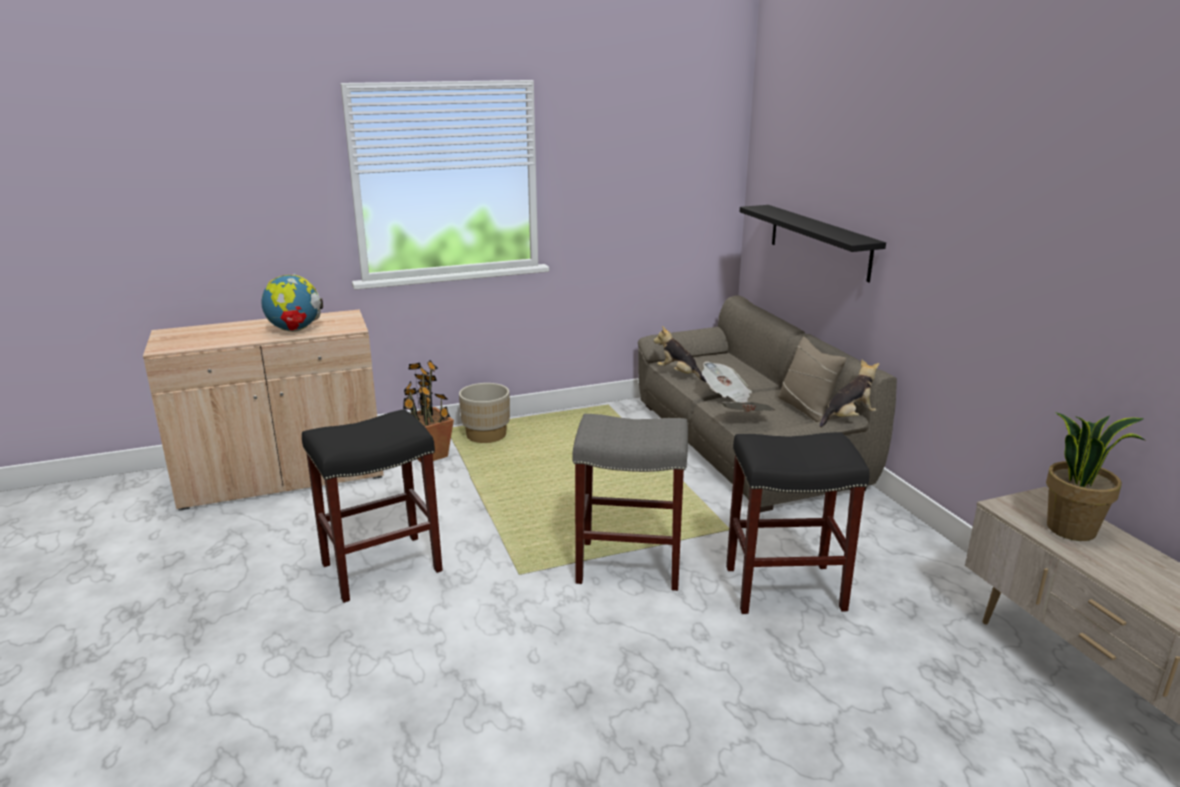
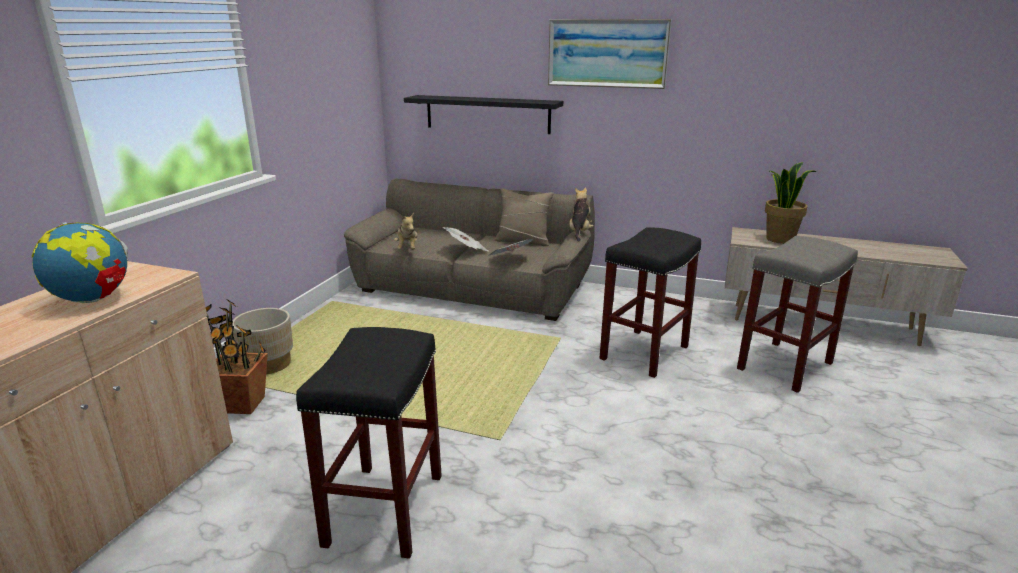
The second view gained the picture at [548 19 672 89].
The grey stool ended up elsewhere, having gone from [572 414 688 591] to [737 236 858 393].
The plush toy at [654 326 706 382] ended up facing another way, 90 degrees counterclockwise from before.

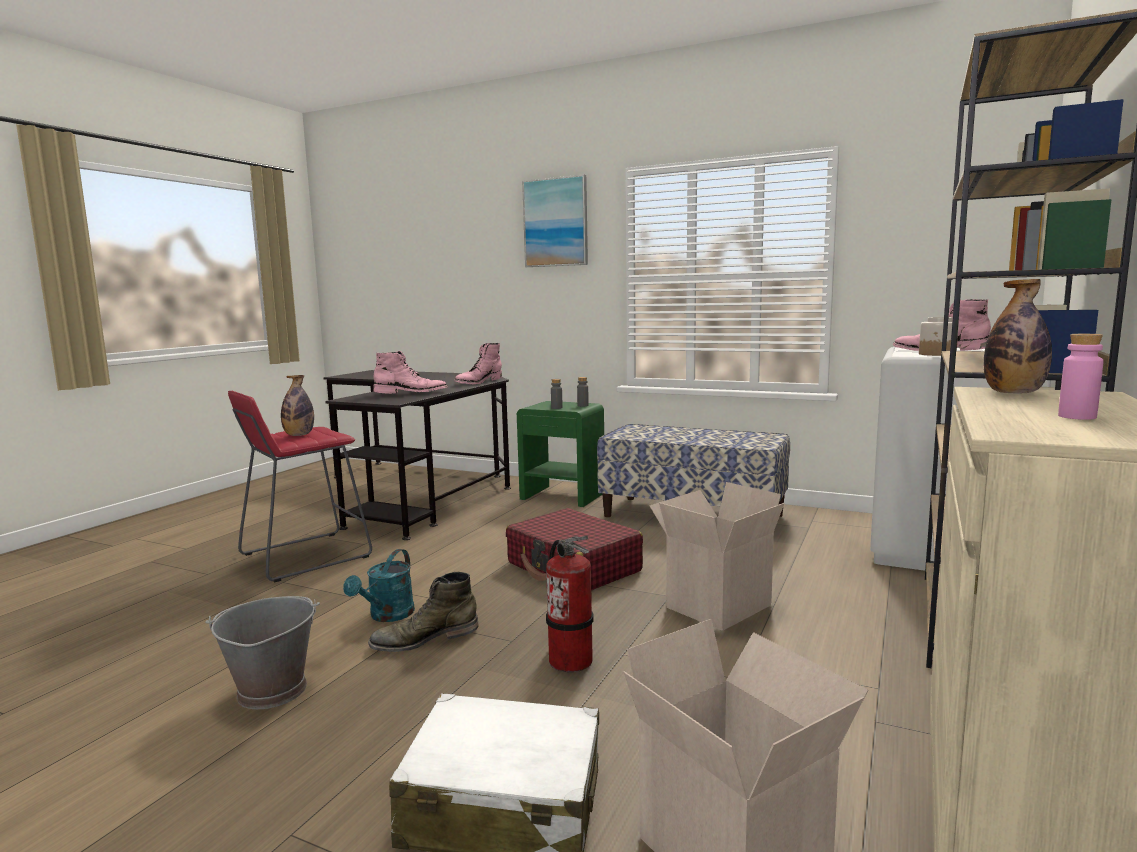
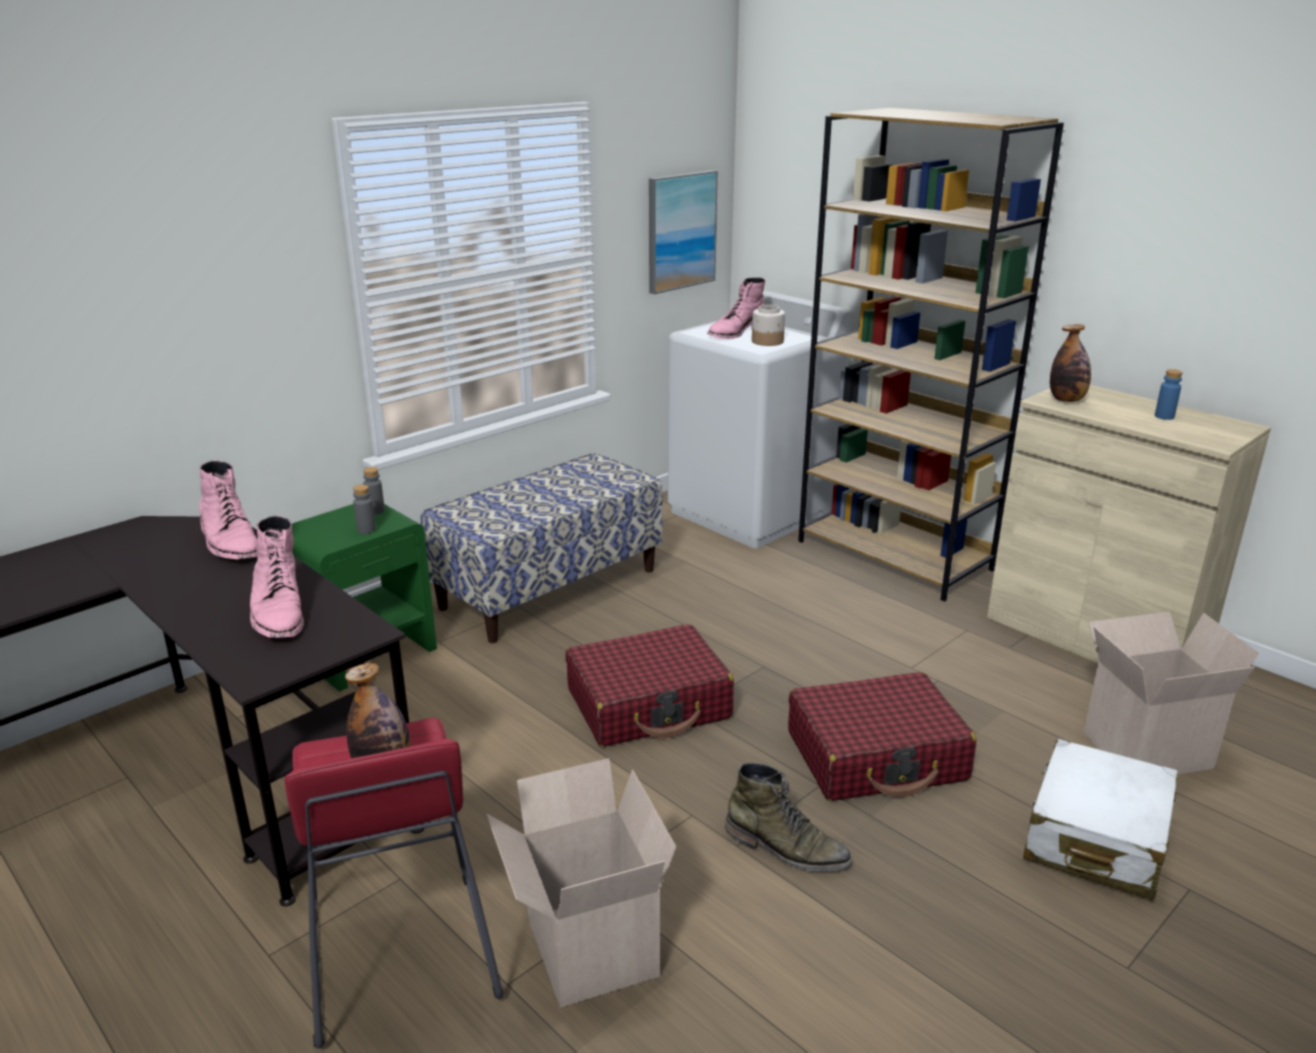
The second view lost the grey bucket at [205 596 320 709].
The second view lost the turquoise watering can at [343 549 415 622].
The picture ended up elsewhere, having gone from [522 175 588 267] to [649 170 718 294].
The cardboard box ended up elsewhere, having gone from [650 482 785 631] to [486 758 676 1008].
Where the fire extinguisher stood at [546 536 594 672], the red suitcase came to stand at [788 672 977 801].
What was the pink bottle at [1058 334 1104 420] turned into the blue bottle at [1155 369 1183 420].
The green boot at [368 572 478 652] ended up facing another way, 60 degrees counterclockwise from before.
The pink boot at [373 351 448 394] ended up facing another way, 150 degrees clockwise from before.

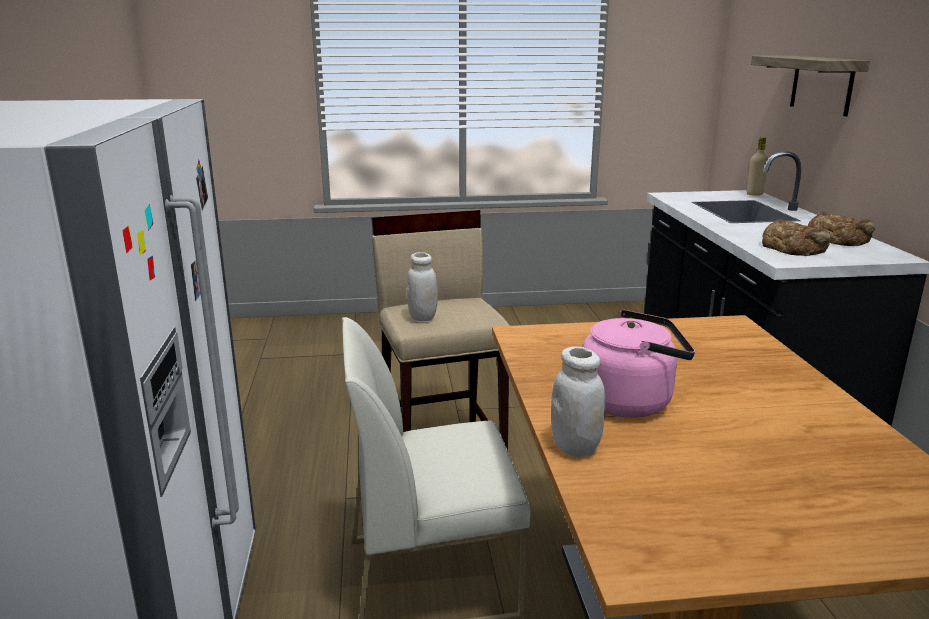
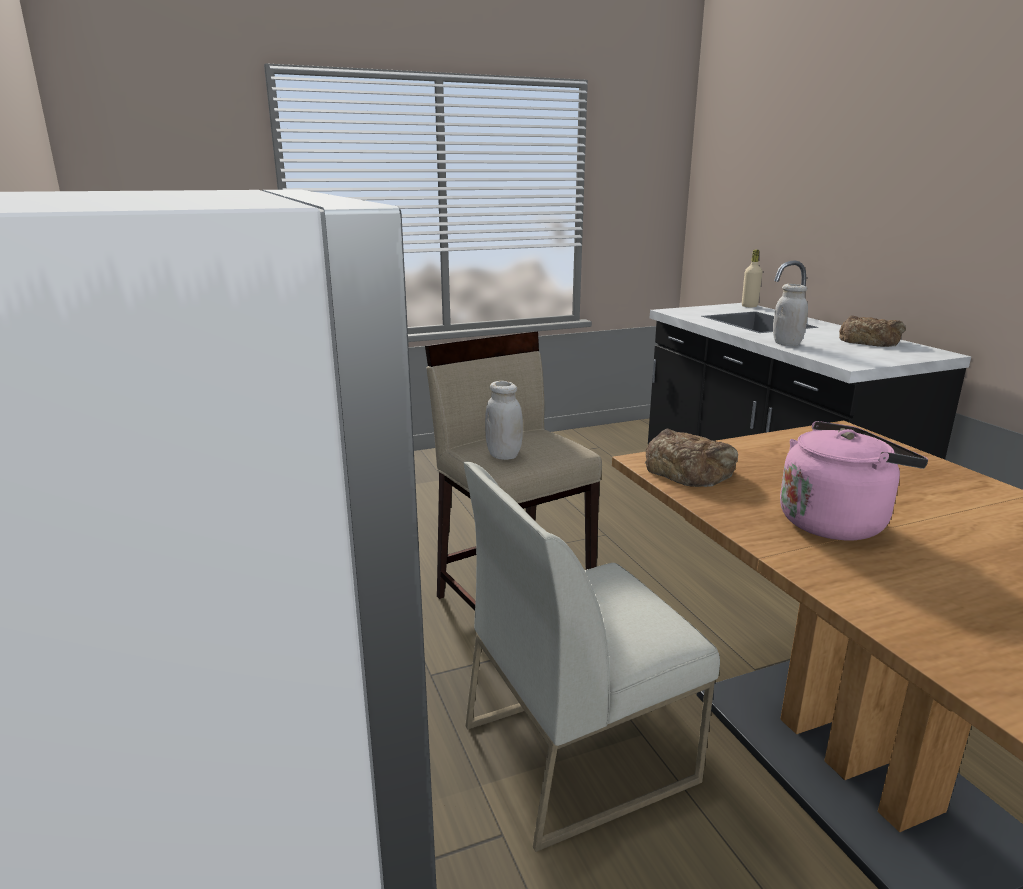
The second view lost the shelf at [751 55 870 116].
The white jar ended up elsewhere, having gone from [551 346 605 457] to [773 284 808 346].
The bread ended up elsewhere, having gone from [762 219 831 256] to [645 428 738 487].

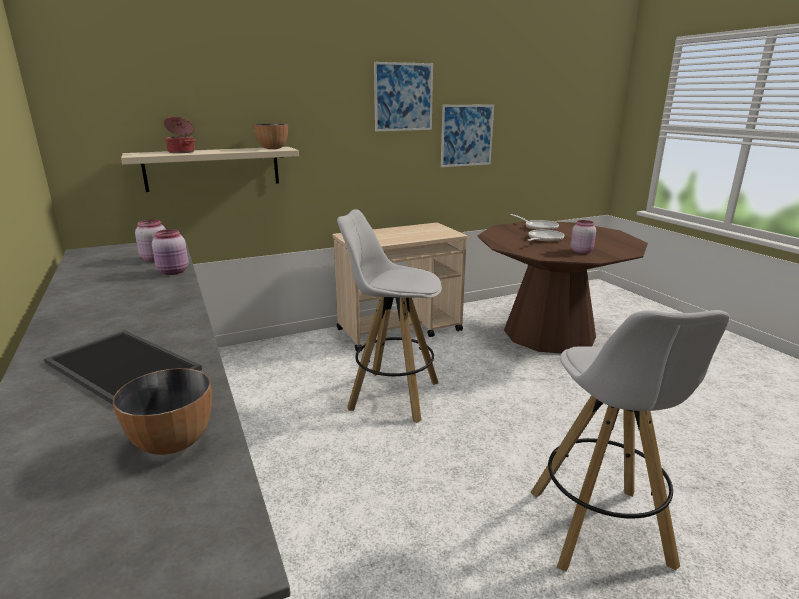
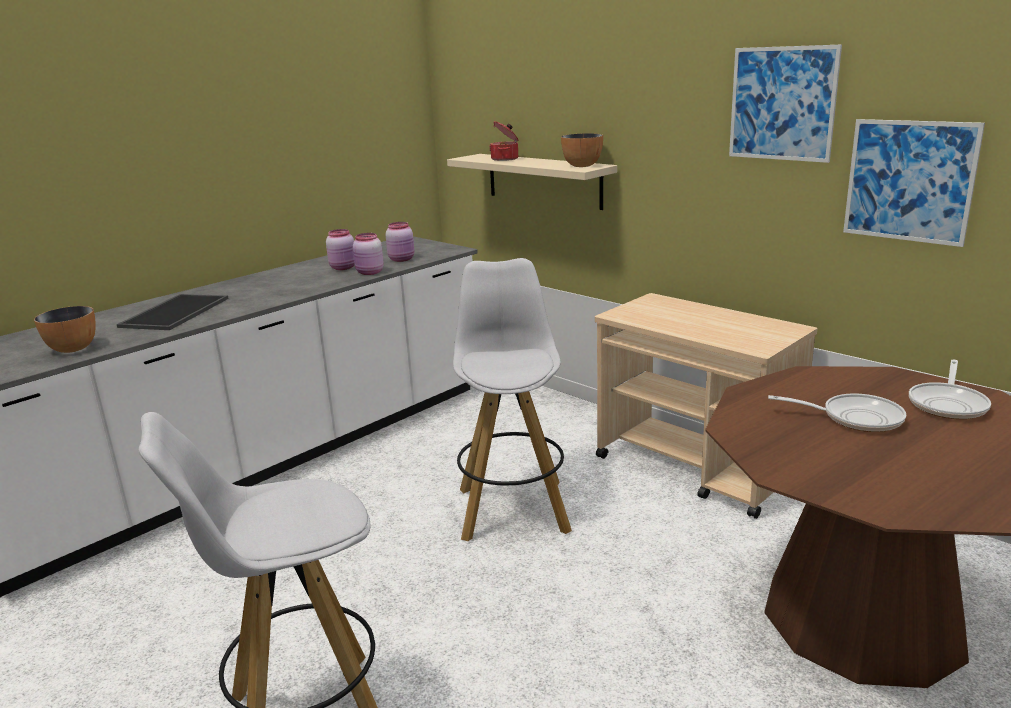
The pink jar ended up elsewhere, having gone from [571 220 596 253] to [326 229 355 270].

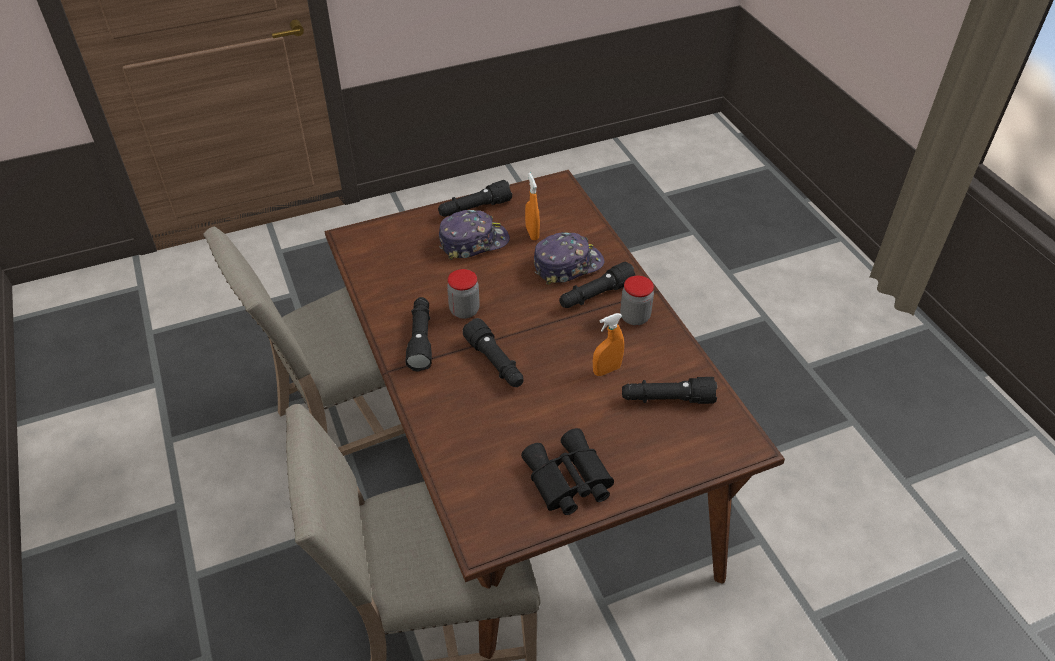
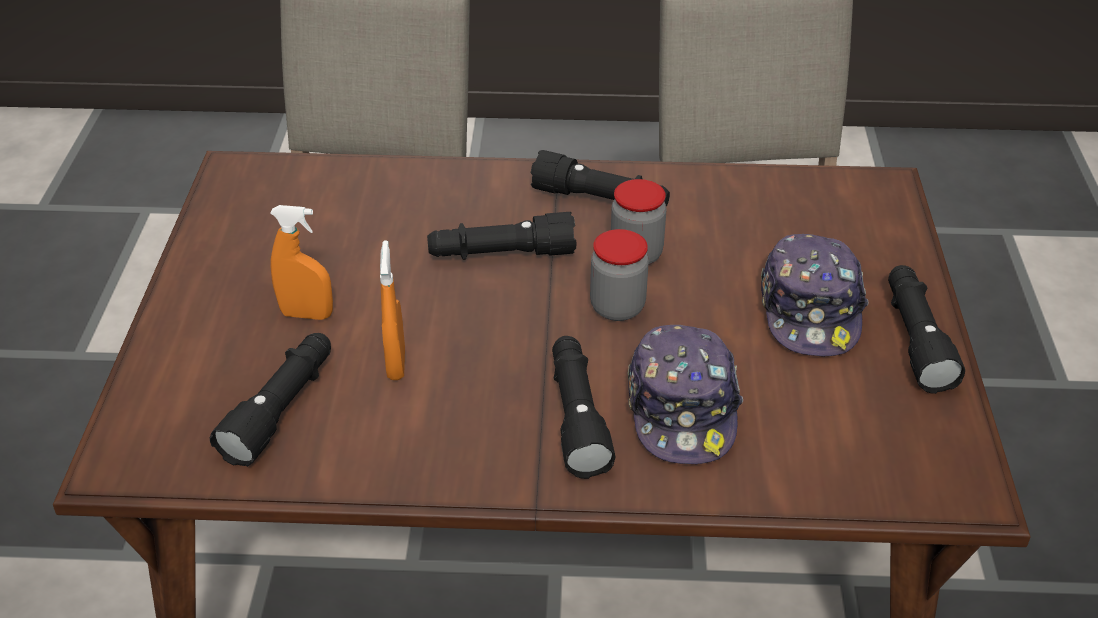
The second view lost the black binoculars at [521 428 614 515].
The orange spray bottle ended up elsewhere, having gone from [525 173 540 240] to [270 205 333 320].
The jar ended up elsewhere, having gone from [620 276 654 325] to [590 229 649 321].

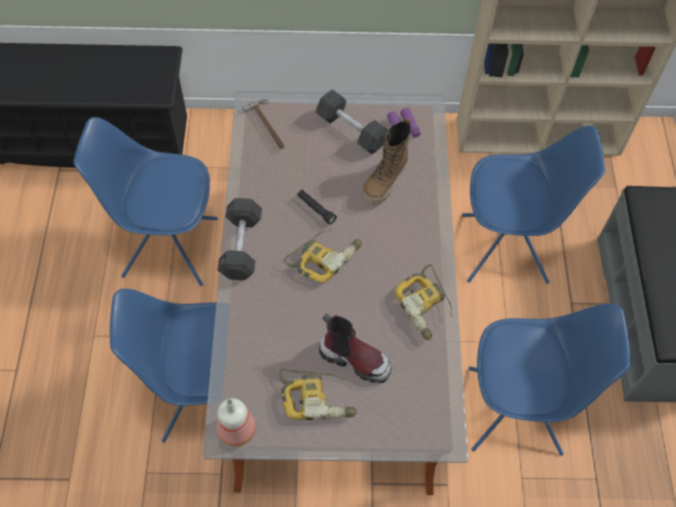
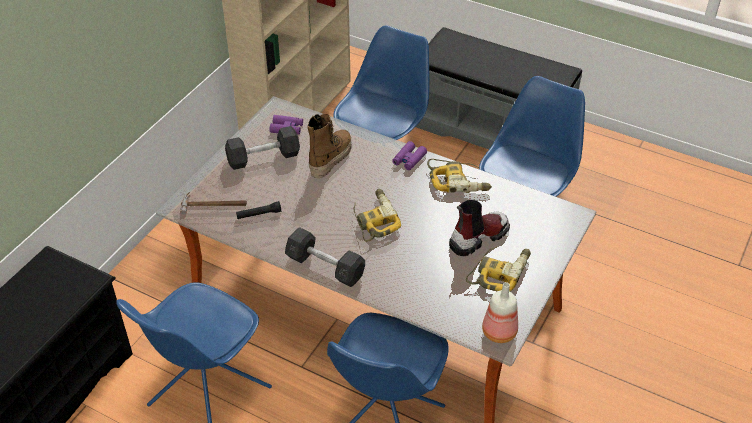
The second view gained the purple binoculars at [392 141 427 170].
The black flashlight ended up elsewhere, having gone from [297 190 337 225] to [236 201 281 219].
The boot at [362 118 411 205] ended up facing another way, 120 degrees counterclockwise from before.

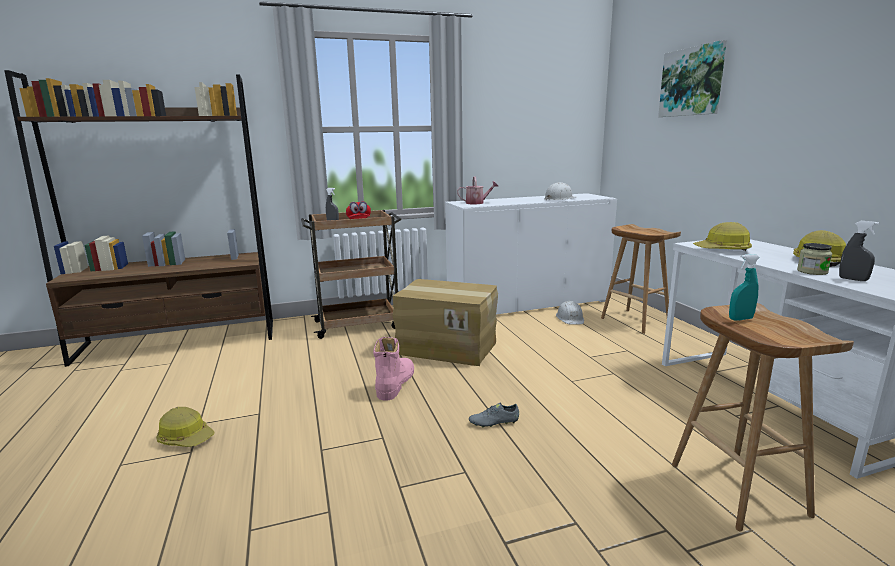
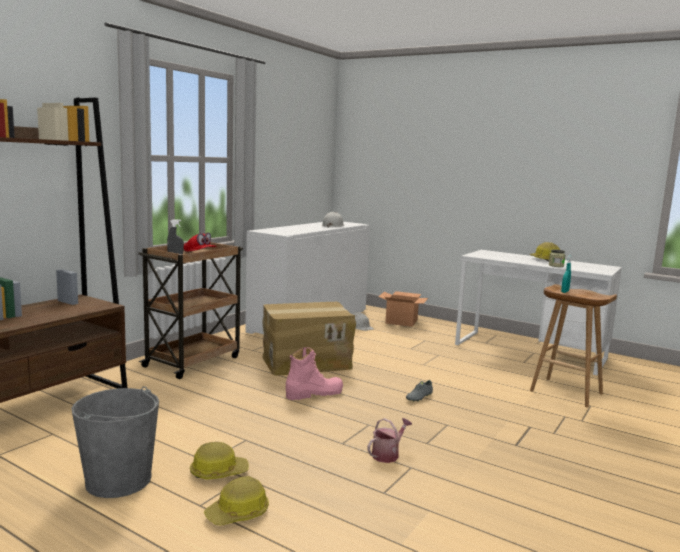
The second view lost the picture at [658 40 727 117].
The second view lost the grey spray bottle at [839 221 879 281].
The second view gained the grey bucket at [72 386 159 498].
The watering can ended up elsewhere, having gone from [457 176 499 204] to [368 418 412 463].
The hard hat ended up elsewhere, having gone from [693 222 752 251] to [204 476 269 525].
Where the brown stool stood at [601 224 681 334], the cardboard box came to stand at [378 291 428 327].
The pink boot at [373 337 414 401] ended up facing another way, 90 degrees clockwise from before.

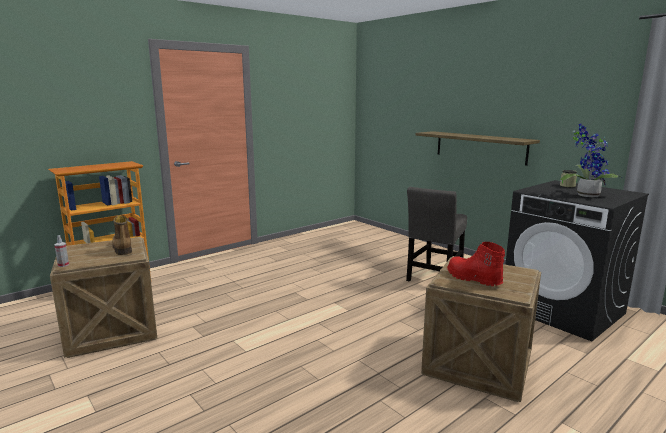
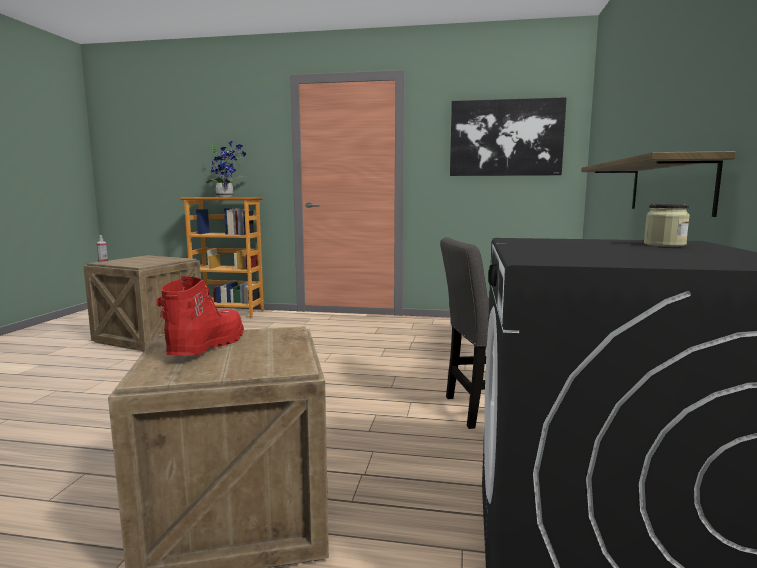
The second view lost the boot at [112 215 132 255].
The second view gained the picture at [450 97 566 176].
The potted plant ended up elsewhere, having gone from [560 124 621 197] to [206 141 248 197].

